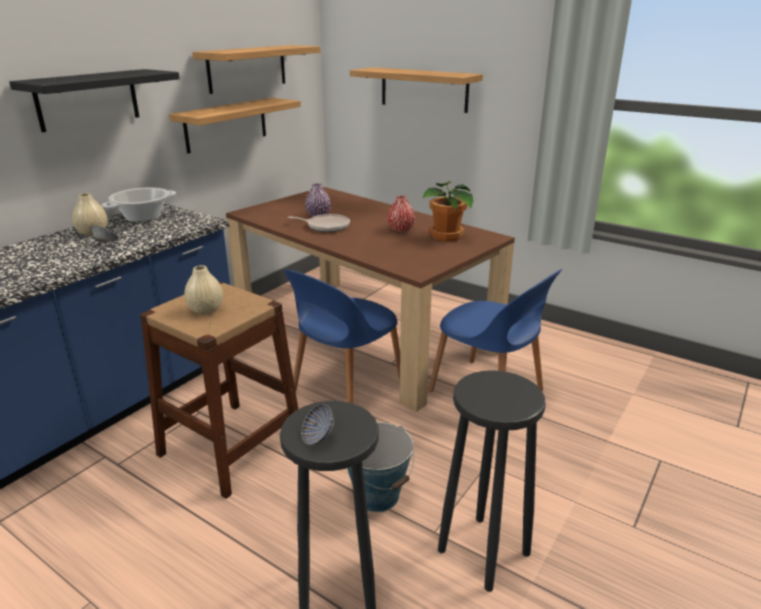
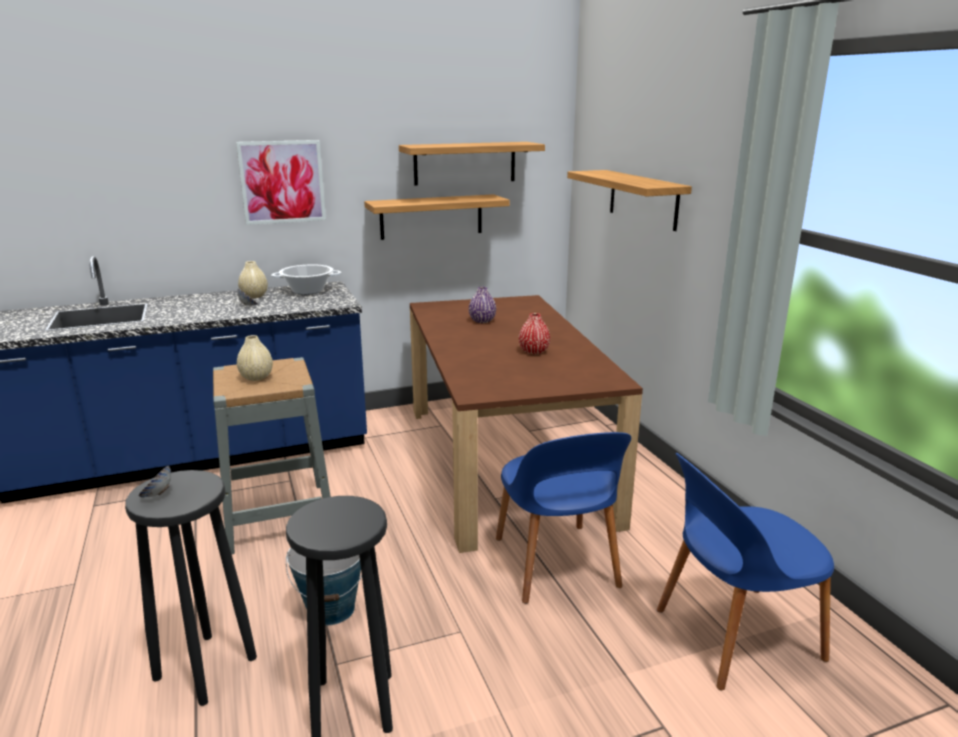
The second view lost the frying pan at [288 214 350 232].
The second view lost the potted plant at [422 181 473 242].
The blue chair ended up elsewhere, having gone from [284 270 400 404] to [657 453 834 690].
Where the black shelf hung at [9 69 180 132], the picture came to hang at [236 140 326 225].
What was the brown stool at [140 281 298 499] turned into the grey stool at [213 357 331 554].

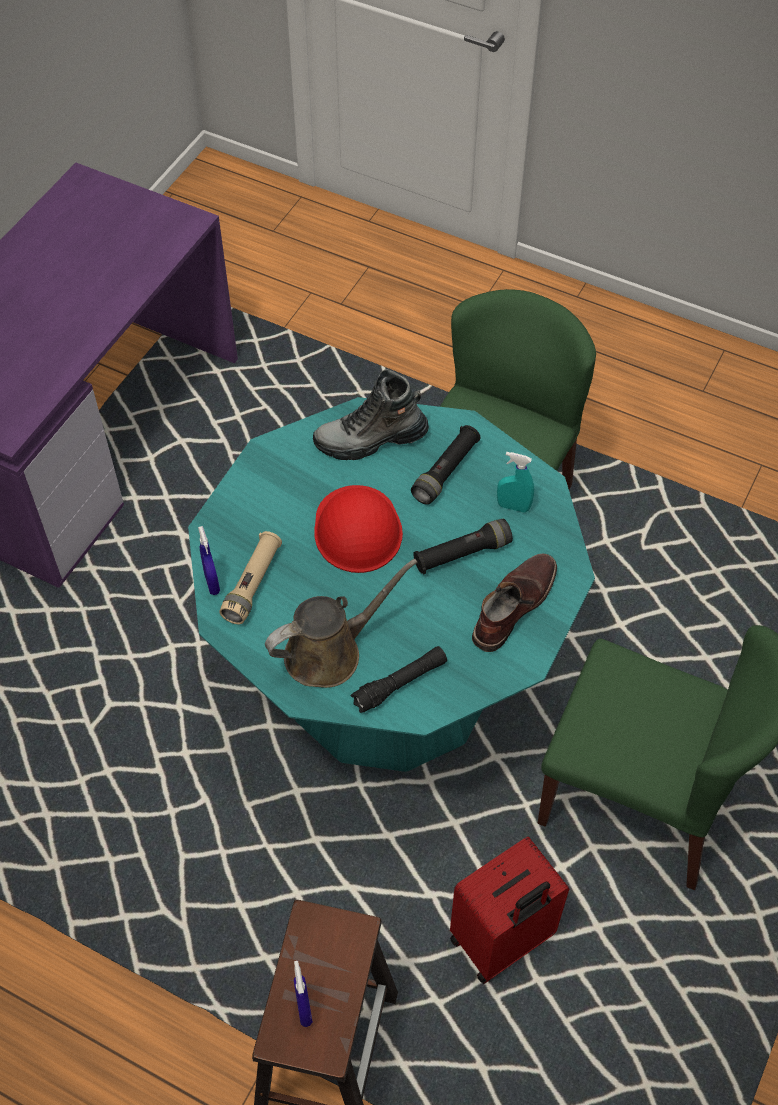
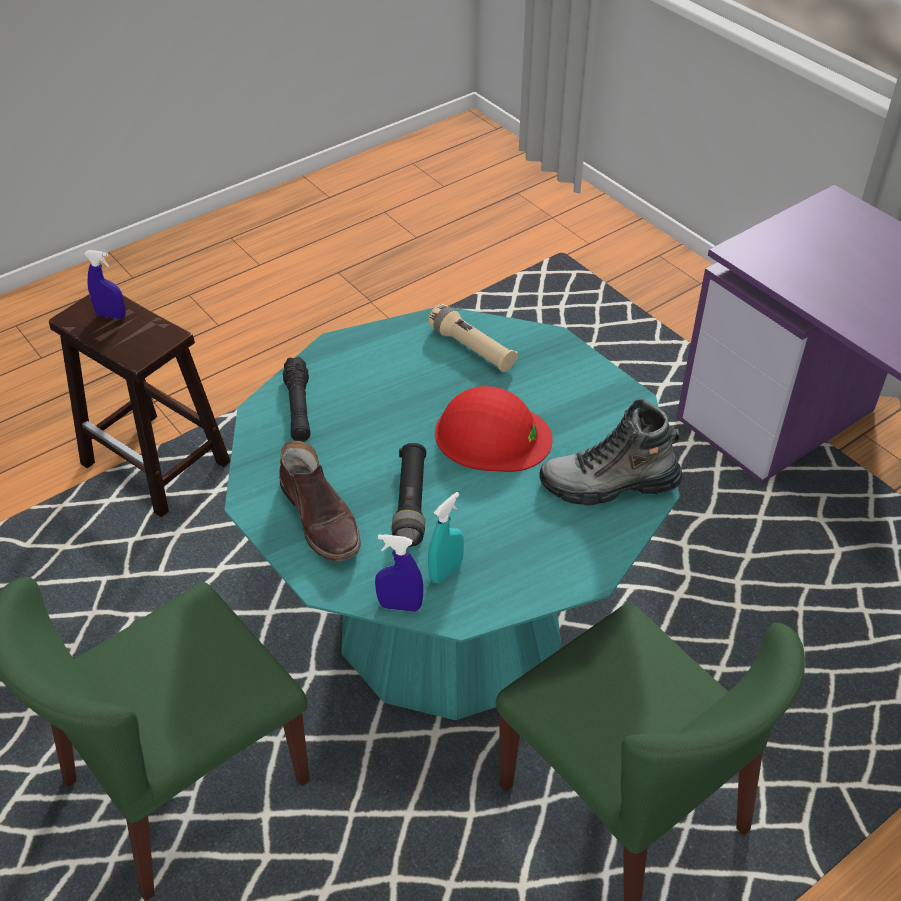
The second view lost the brown watering can at [265 559 418 688].
The second view lost the black flashlight at [411 425 481 505].
The second view lost the red suitcase at [450 837 570 984].
The blue spray bottle ended up elsewhere, having gone from [198 526 220 595] to [375 534 423 612].
The boot at [313 369 429 460] ended up facing another way, 105 degrees counterclockwise from before.

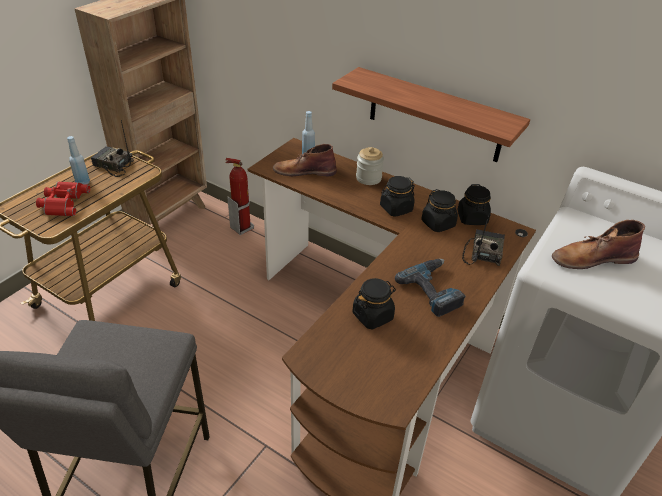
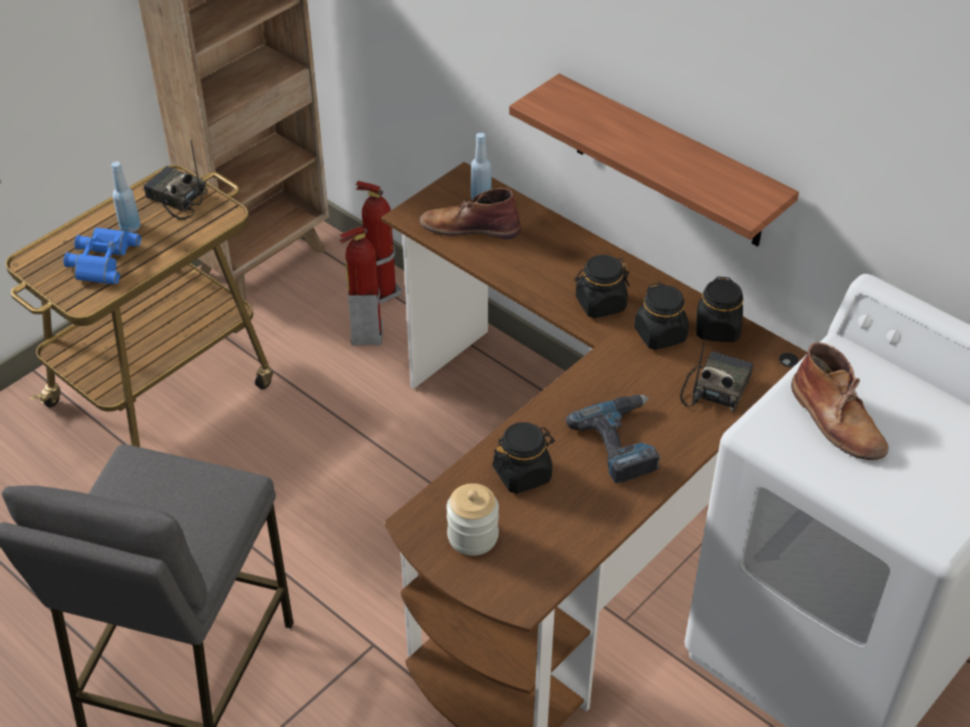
The second view gained the fire extinguisher at [339 226 383 346].
The jar ended up elsewhere, having gone from [356 147 384 185] to [446 483 499 556].
What was the red binoculars at [36 181 90 216] turned into the blue binoculars at [63 227 141 284].
The brown boot at [552 220 645 269] ended up facing another way, 120 degrees counterclockwise from before.

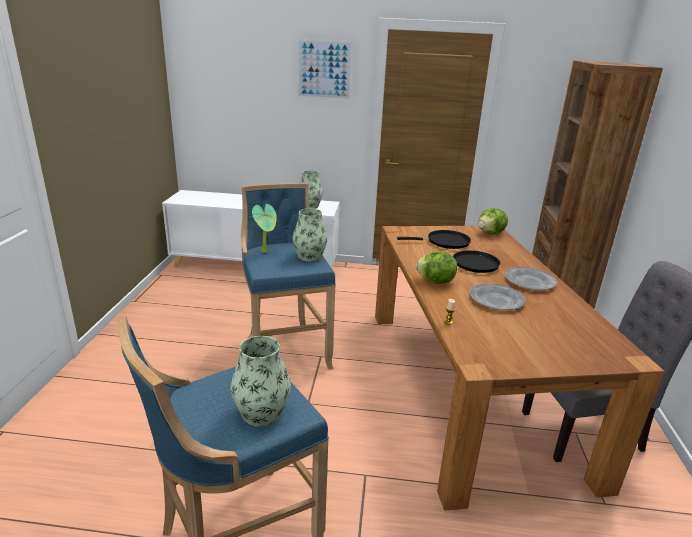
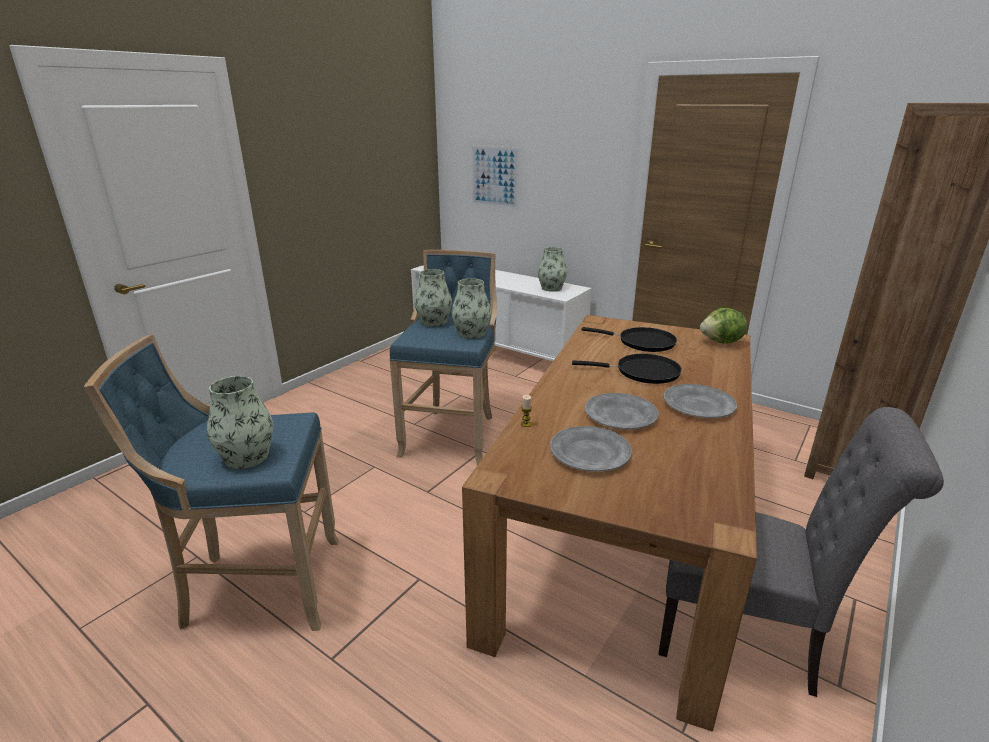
The second view lost the lettuce at [415 251 457 284].
The second view gained the grey plate at [550 426 632 472].
The picture ended up elsewhere, having gone from [297 39 353 101] to [471 145 519 209].
Where the potted plant stood at [252 204 277 253], the vase came to stand at [414 269 452 327].

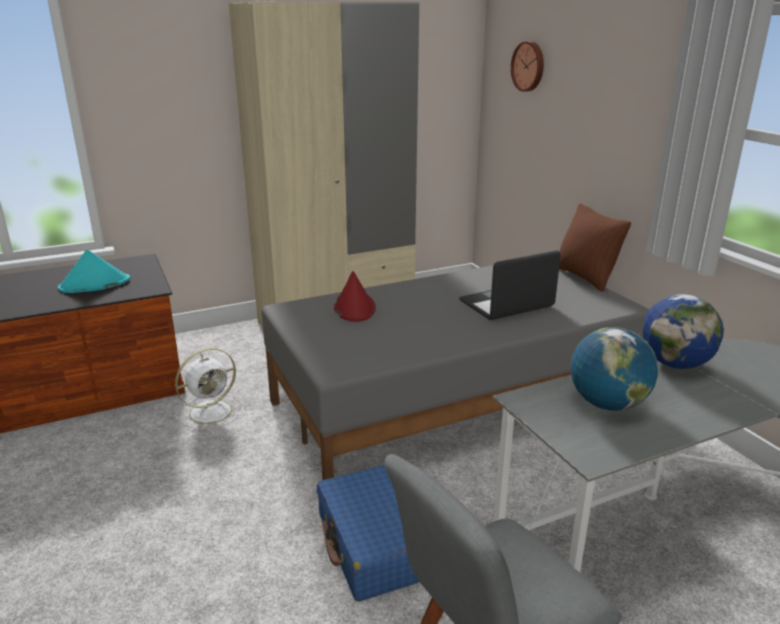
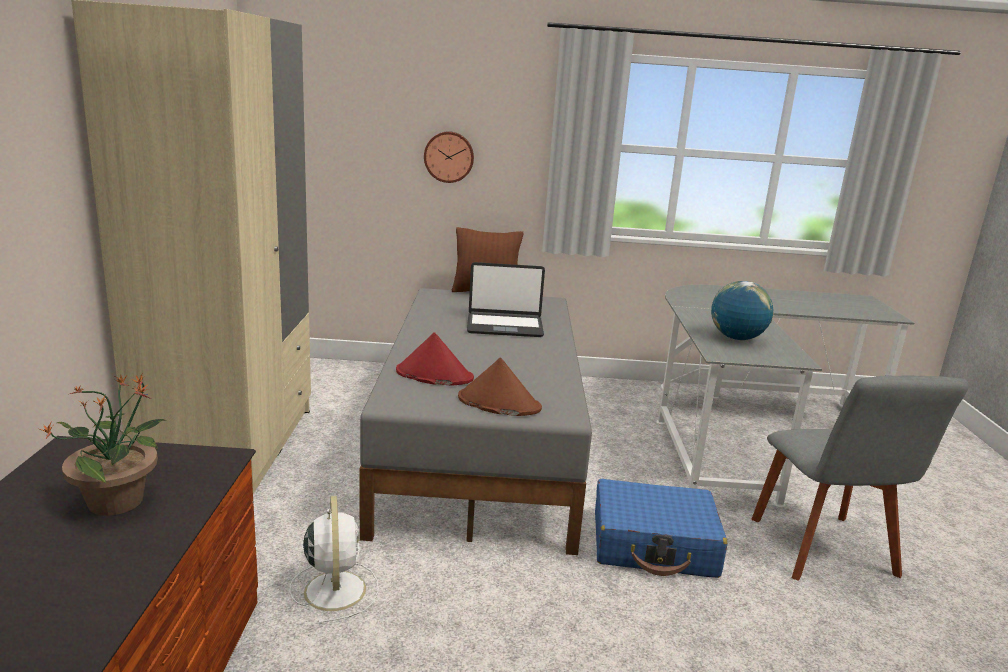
The second view lost the globe at [643 294 724 369].
The second view gained the brown hat at [458 358 542 416].
The wall clock ended up elsewhere, having gone from [511 41 544 92] to [424 131 474 183].
Where the turquoise hat stood at [58 249 130 293], the potted plant came to stand at [40 374 167 516].
The laptop at [459 250 561 320] ended up facing another way, 90 degrees counterclockwise from before.

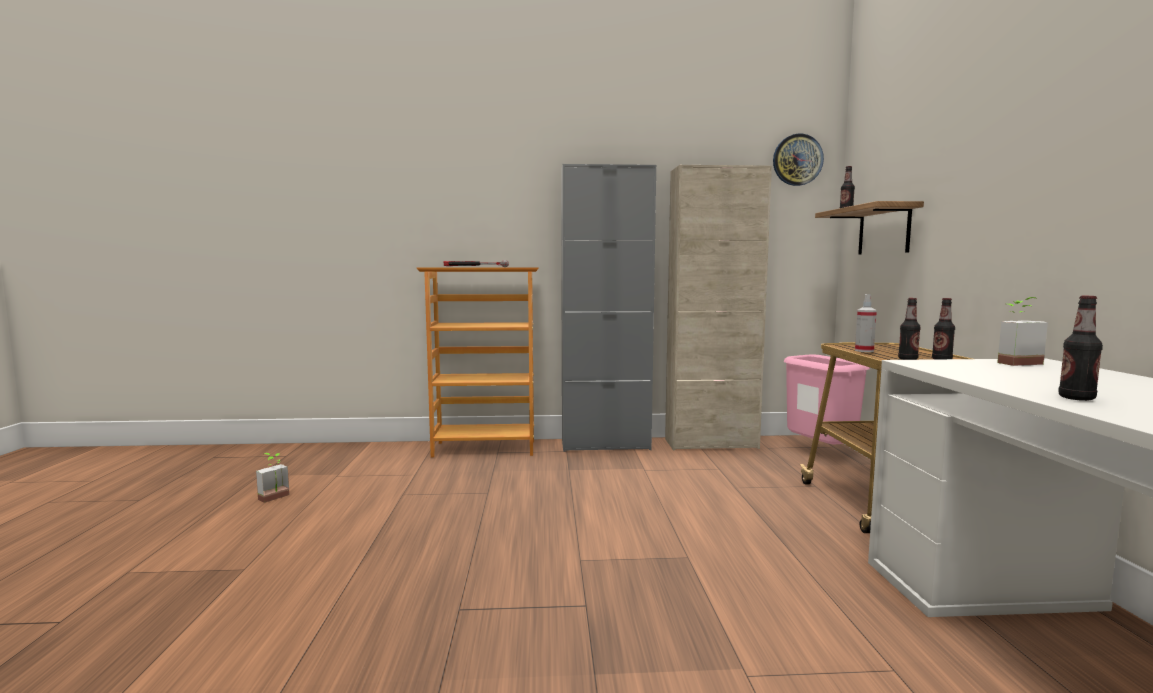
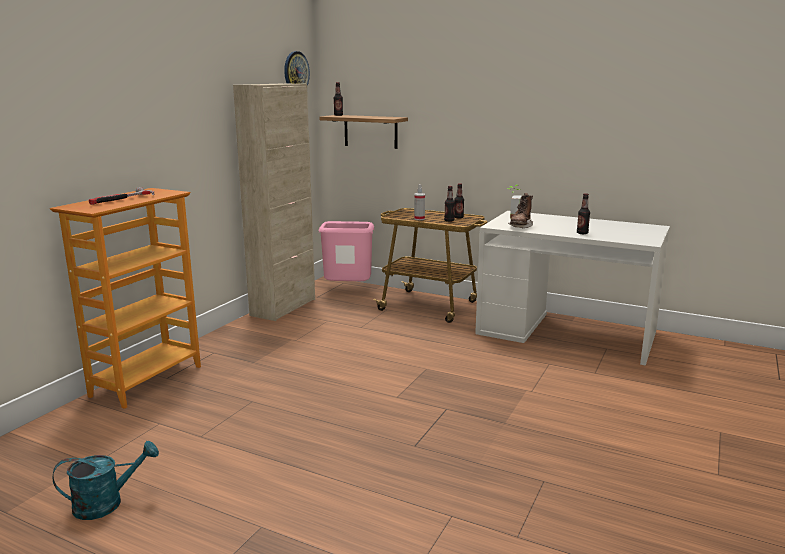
The second view lost the grey cabinet at [561 164 656 452].
The second view gained the brown boot at [508 193 533 228].
Where the potted plant stood at [256 453 290 503], the turquoise watering can came to stand at [52 441 159 520].

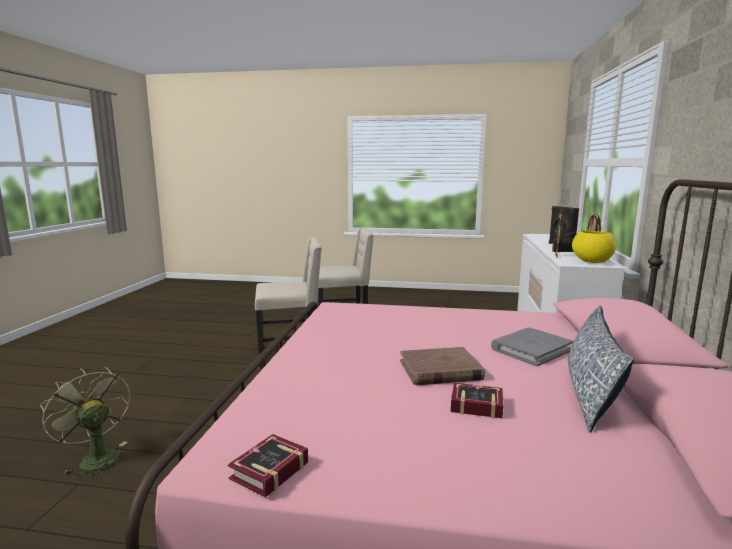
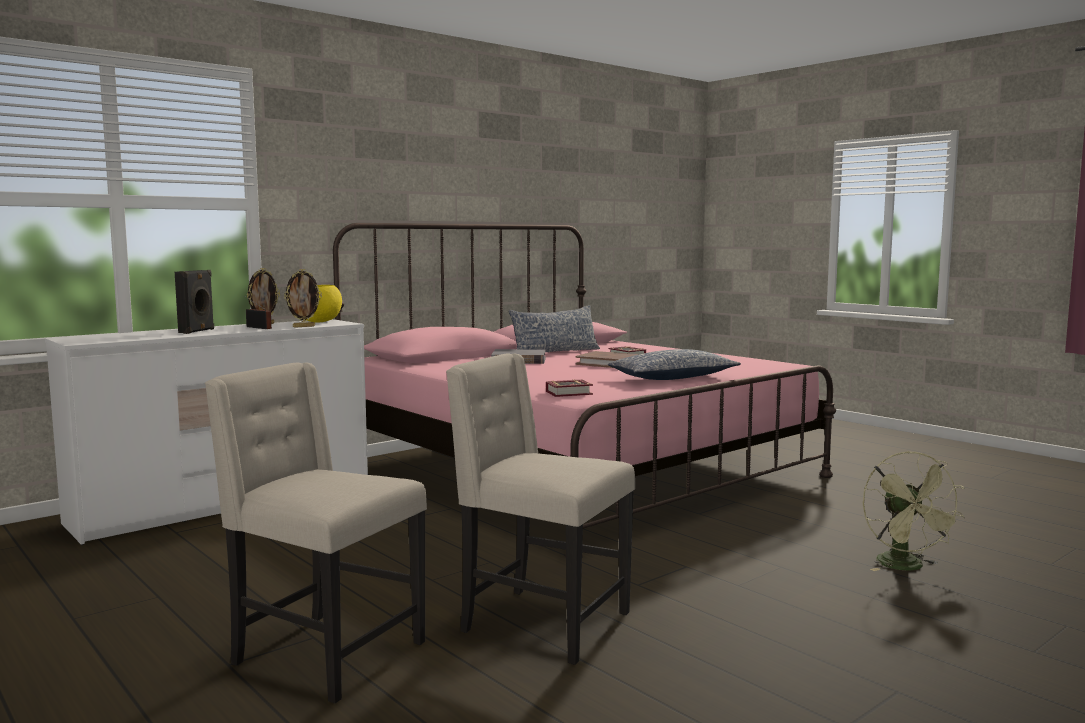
The second view gained the pillow at [608 349 741 380].
The book ended up elsewhere, having gone from [228 434 308 498] to [546 379 593 397].

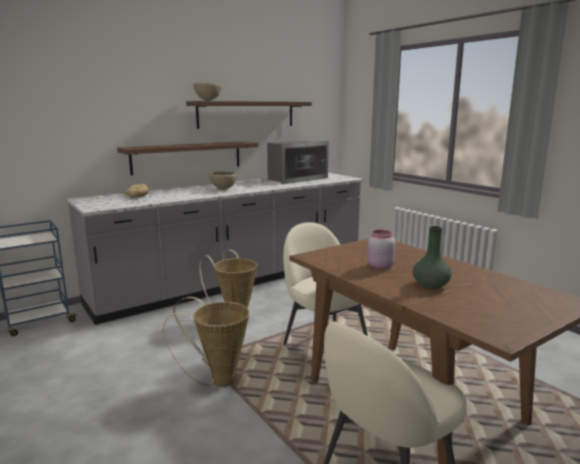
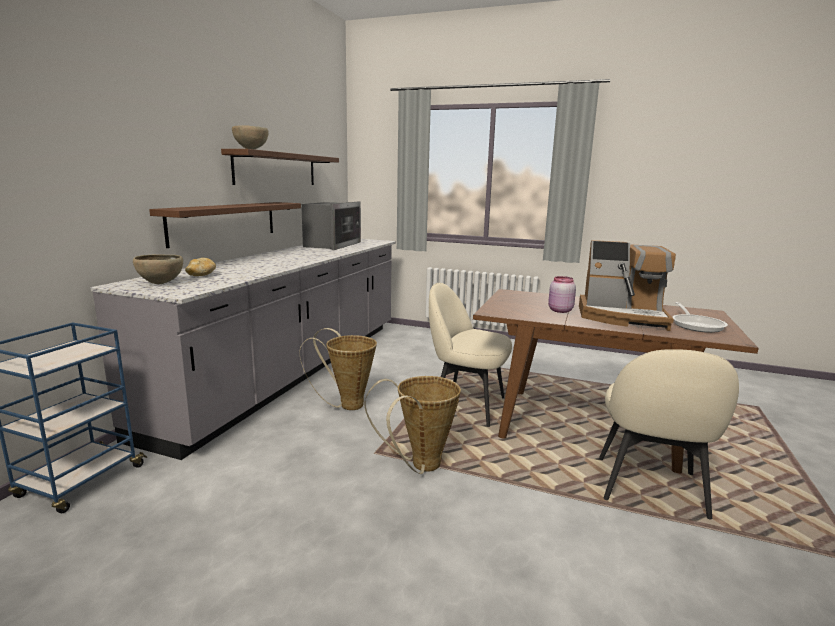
The second view gained the frying pan at [672 302 728 333].
The brown bowl ended up elsewhere, having gone from [209 171 237 190] to [133 255 183 284].
Where the green vase stood at [413 226 452 289], the coffee machine came to stand at [579 240 676 331].

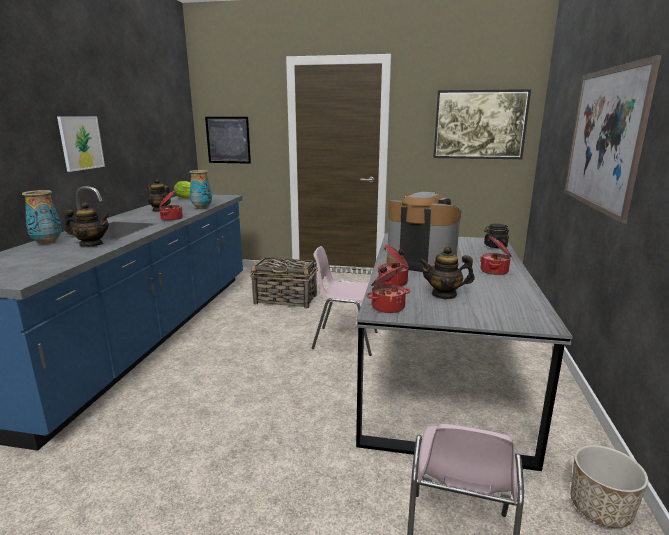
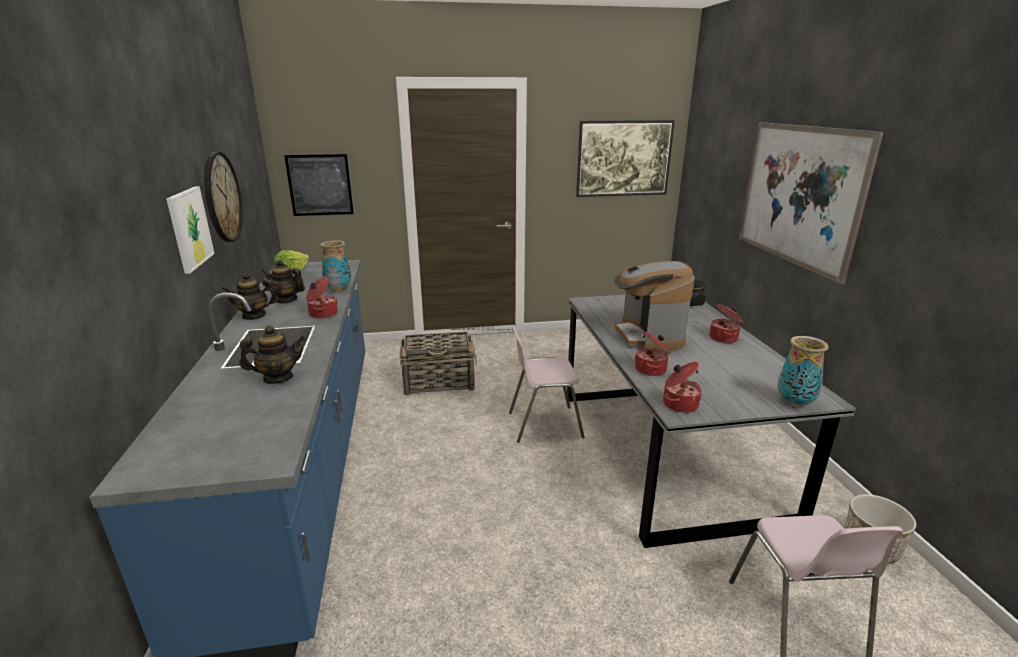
The second view gained the wall clock at [204 152 243 242].
The vase ended up elsewhere, having gone from [22 190 62 244] to [777 336 829 408].
The teapot ended up elsewhere, having gone from [419 246 475 299] to [222 273 278 320].
The coffee machine at [387 191 461 272] ended up facing another way, 105 degrees counterclockwise from before.

